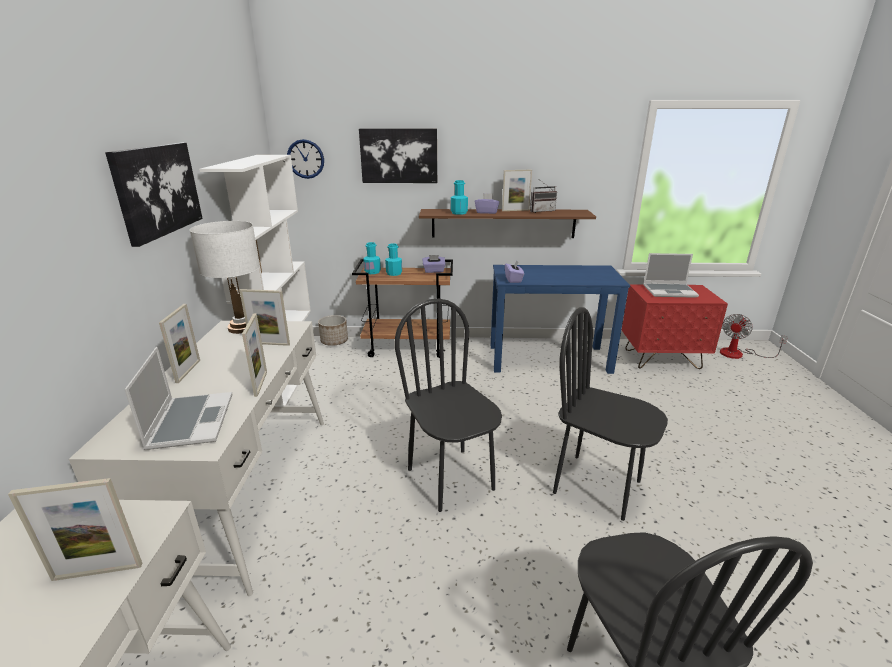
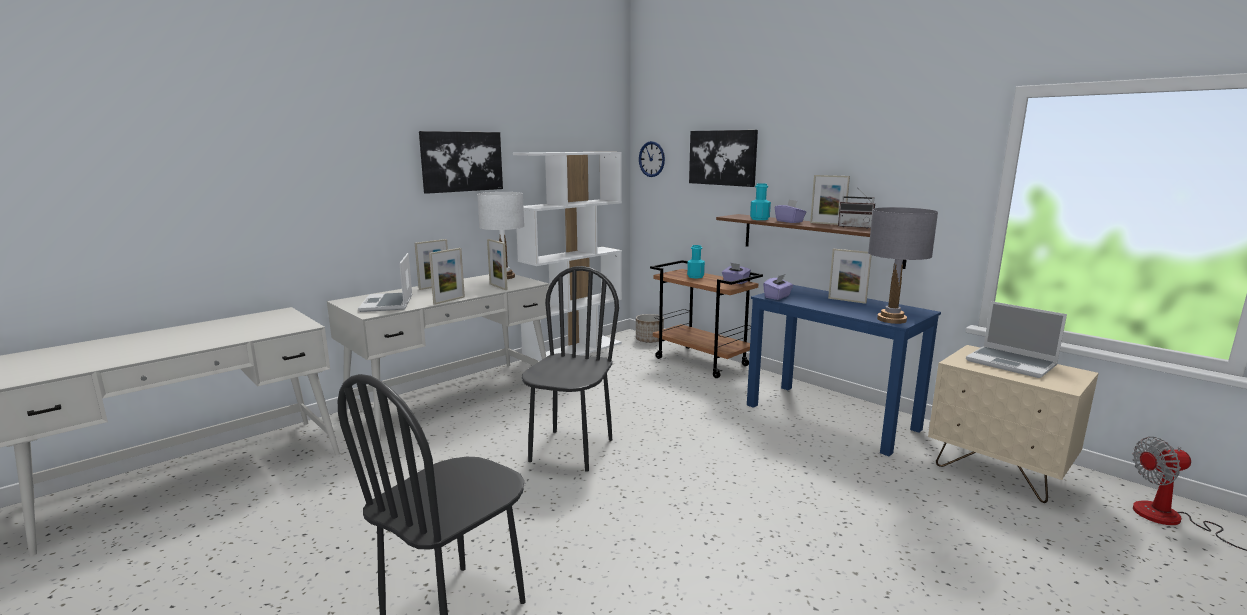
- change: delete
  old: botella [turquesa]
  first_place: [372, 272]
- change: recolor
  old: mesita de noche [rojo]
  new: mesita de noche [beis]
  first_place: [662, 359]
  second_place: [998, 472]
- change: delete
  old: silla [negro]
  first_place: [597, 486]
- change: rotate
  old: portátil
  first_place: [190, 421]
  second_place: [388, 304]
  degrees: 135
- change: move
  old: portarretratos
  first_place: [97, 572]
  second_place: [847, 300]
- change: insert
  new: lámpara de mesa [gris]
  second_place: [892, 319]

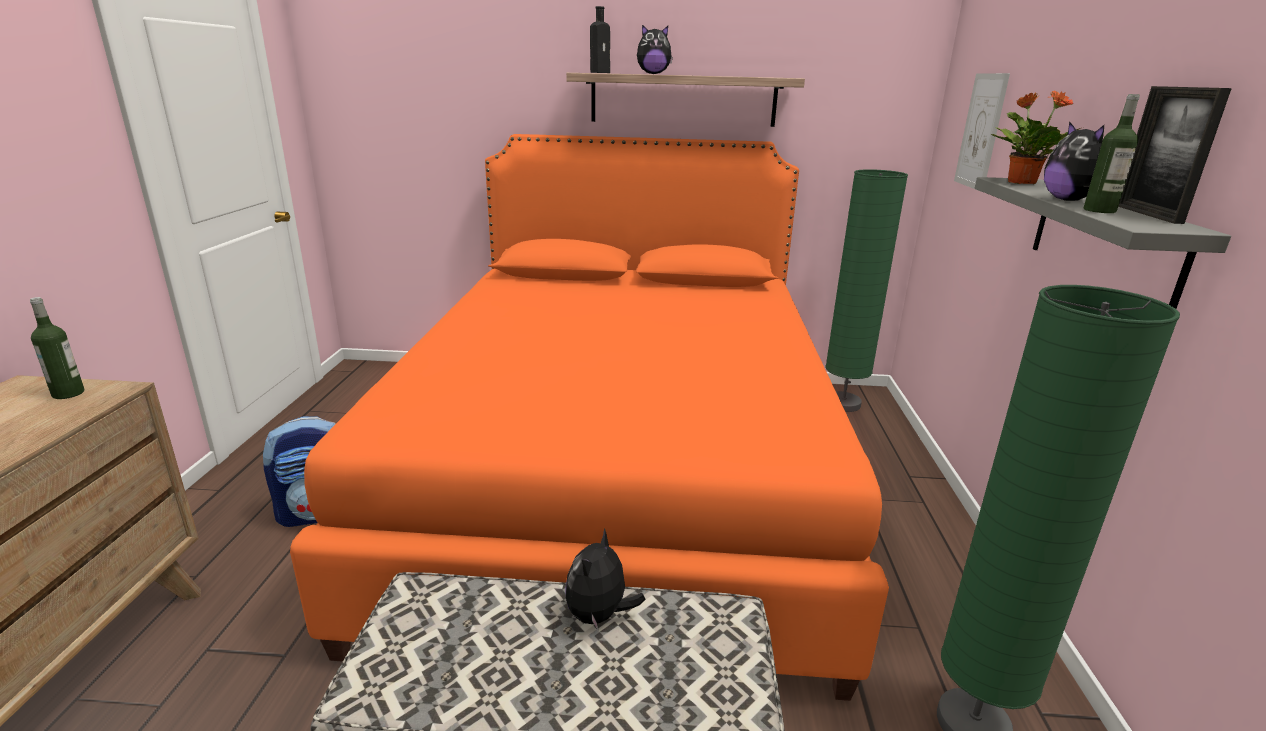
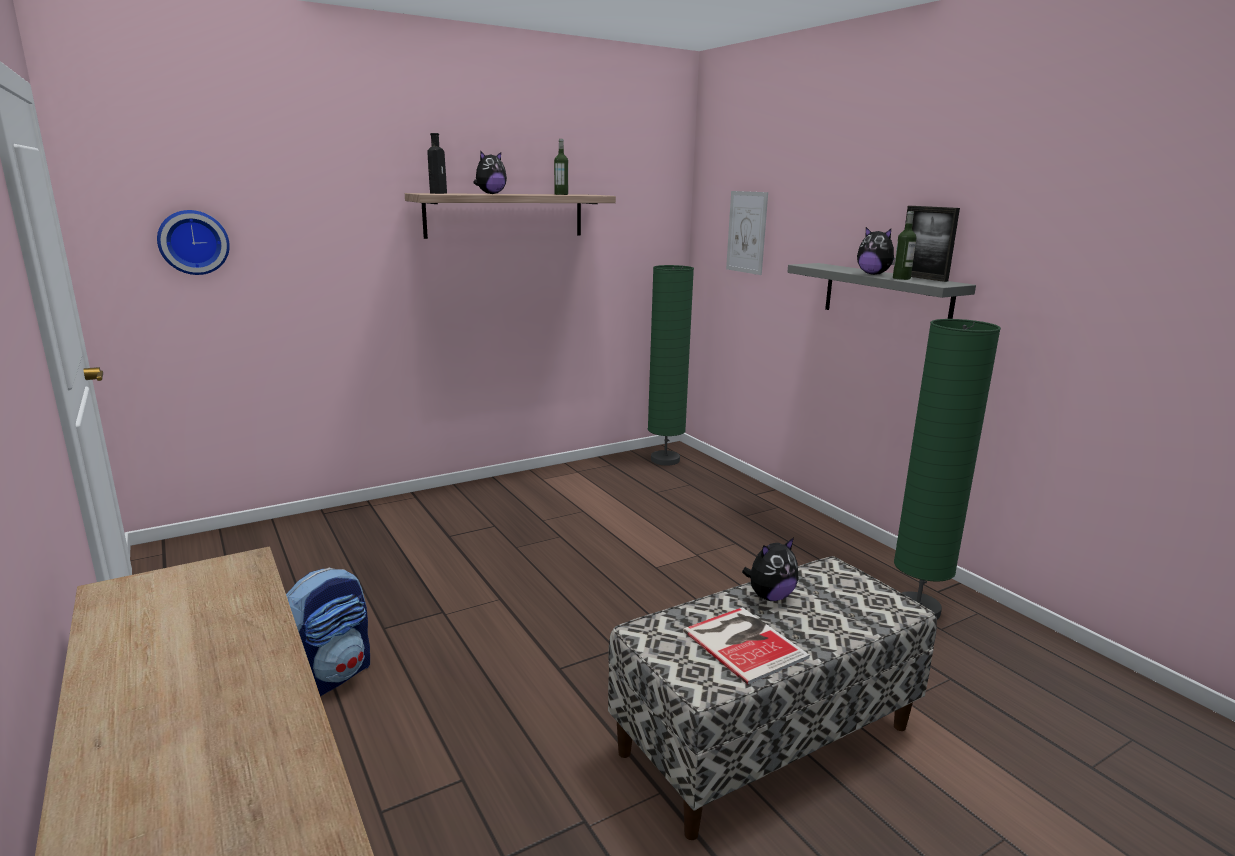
- change: delete
  old: planta en maceta
  first_place: [1021, 182]
- change: delete
  old: cama [naranja]
  first_place: [617, 478]
- change: move
  old: botella
  first_place: [68, 393]
  second_place: [561, 194]
- change: rotate
  old: peluche
  first_place: [599, 615]
  second_place: [770, 596]
  degrees: -105
- change: insert
  new: reloj de pared
  second_place: [193, 242]
- change: insert
  new: libro
  second_place: [744, 642]

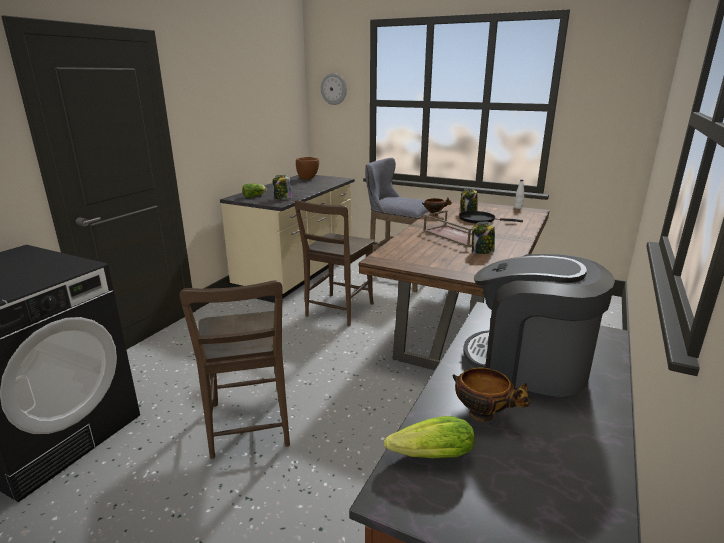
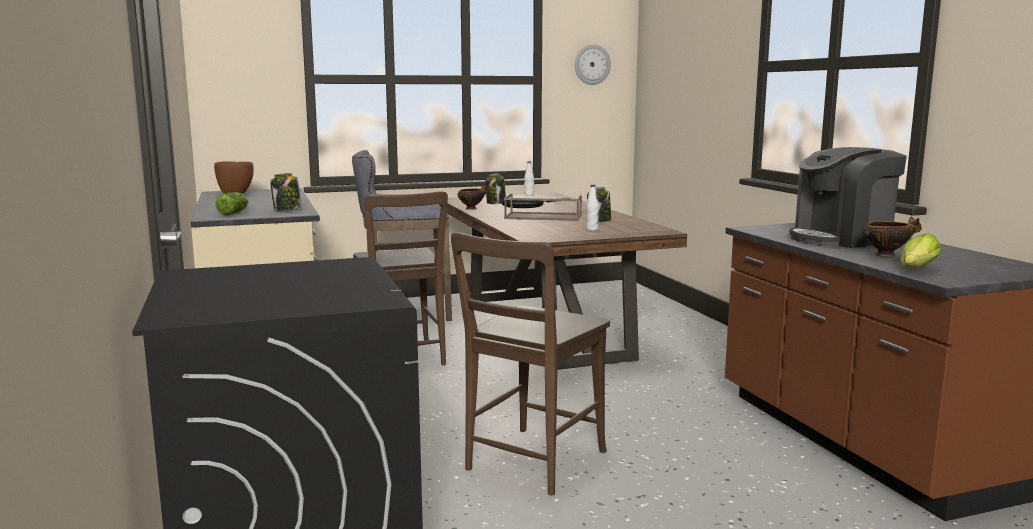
- change: move
  old: reloj de pared
  first_place: [334, 89]
  second_place: [592, 64]
- change: rotate
  old: silla [marrón]
  first_place: [249, 428]
  second_place: [531, 463]
  degrees: 90
- change: insert
  new: botella [blanco]
  second_place: [592, 229]

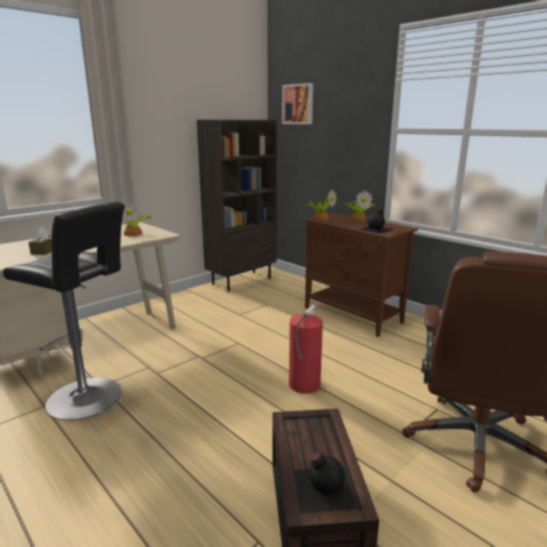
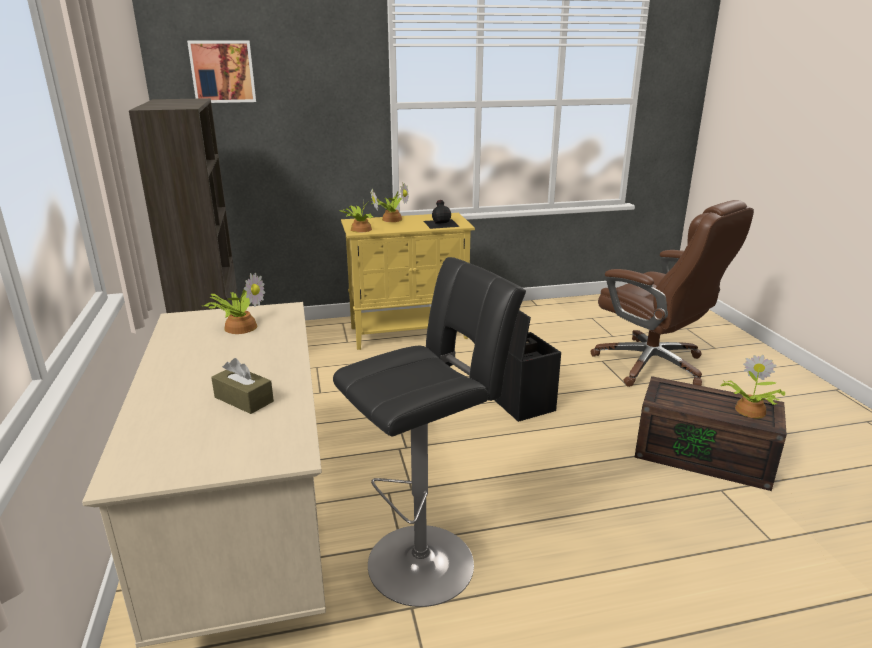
- change: recolor
  old: armario [marrón]
  new: armario [amarillo]
  first_place: [353, 315]
  second_place: [409, 333]
- change: replace
  old: extintor
  new: caja de almacenaje [negro]
  first_place: [303, 385]
  second_place: [521, 403]
- change: replace
  old: botella [negro]
  new: planta en maceta
  first_place: [322, 487]
  second_place: [749, 411]

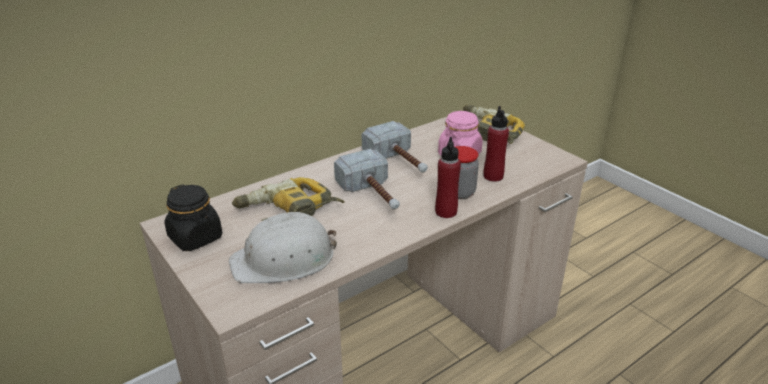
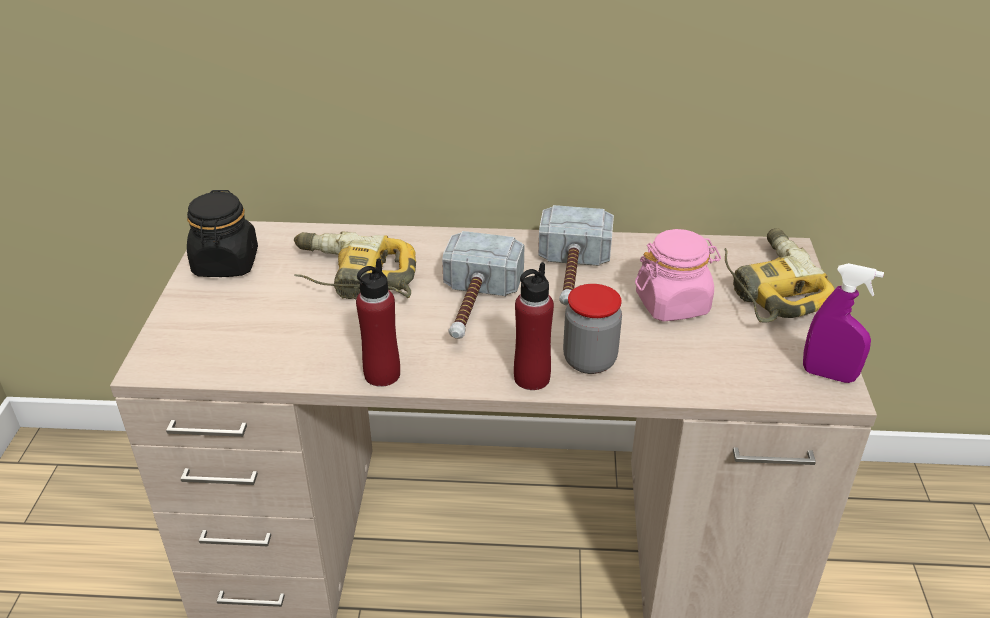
- change: move
  old: botella [rojo]
  first_place: [493, 176]
  second_place: [382, 374]
- change: delete
  old: casco [blanco]
  first_place: [284, 259]
- change: insert
  new: pulverizador [morado]
  second_place: [828, 375]

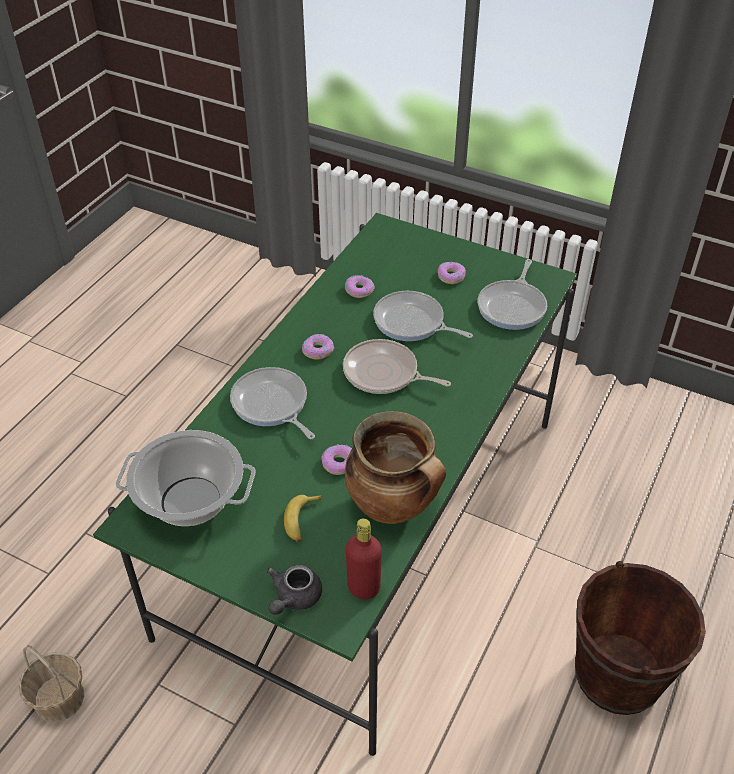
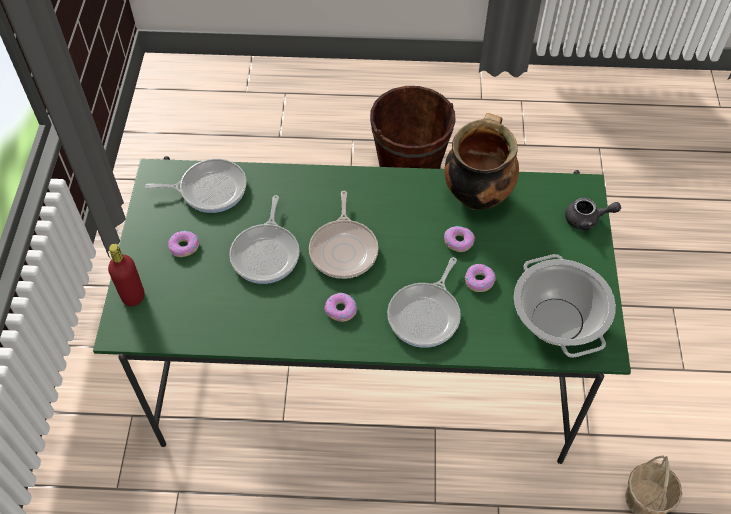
- change: move
  old: rosquilla
  first_place: [359, 290]
  second_place: [479, 280]
- change: delete
  old: plátano
  first_place: [301, 521]
- change: move
  old: botella [rojo]
  first_place: [363, 587]
  second_place: [133, 296]

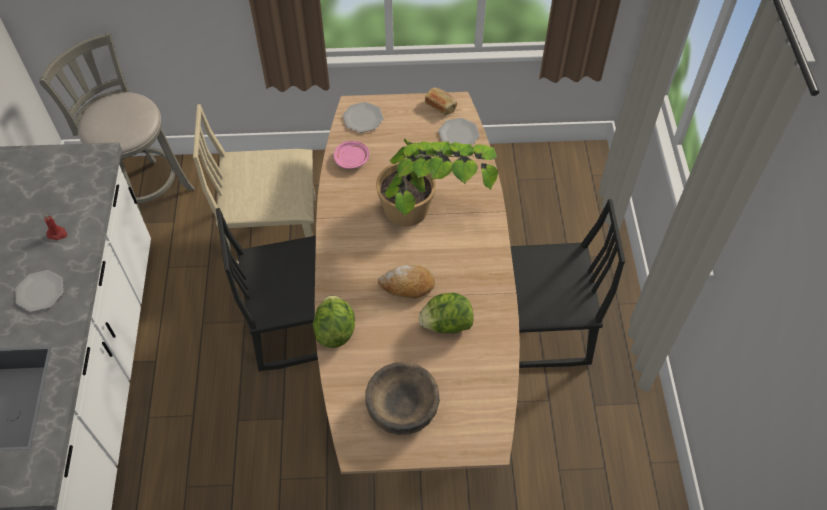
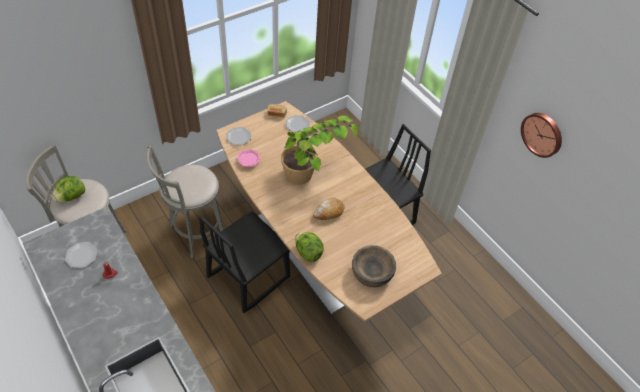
- change: replace
  old: silla [beis]
  new: taburete [gris]
  first_place: [273, 232]
  second_place: [195, 233]
- change: move
  old: plato
  first_place: [40, 292]
  second_place: [81, 256]
- change: move
  old: lechuga
  first_place: [446, 324]
  second_place: [71, 197]
- change: insert
  new: reloj de pared
  second_place: [542, 134]

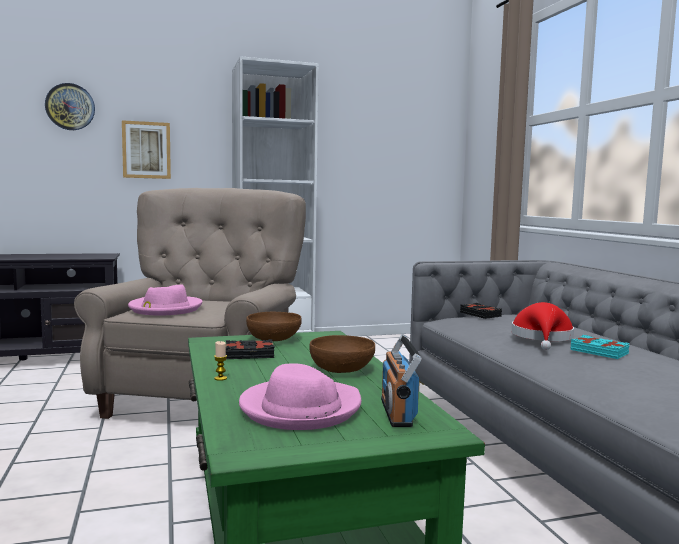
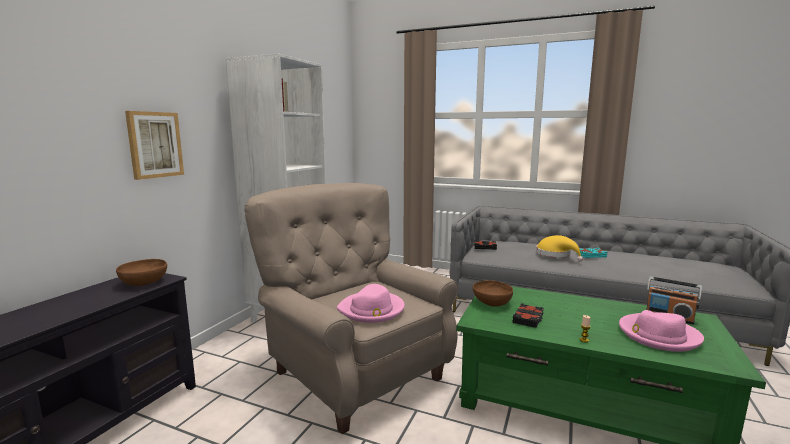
- change: delete
  old: reloj de pared
  first_place: [70, 107]
- change: recolor
  old: sombrero [rojo]
  new: sombrero [amarillo]
  first_place: [542, 338]
  second_place: [555, 254]
- change: move
  old: cuenco [marrón]
  first_place: [342, 369]
  second_place: [144, 283]

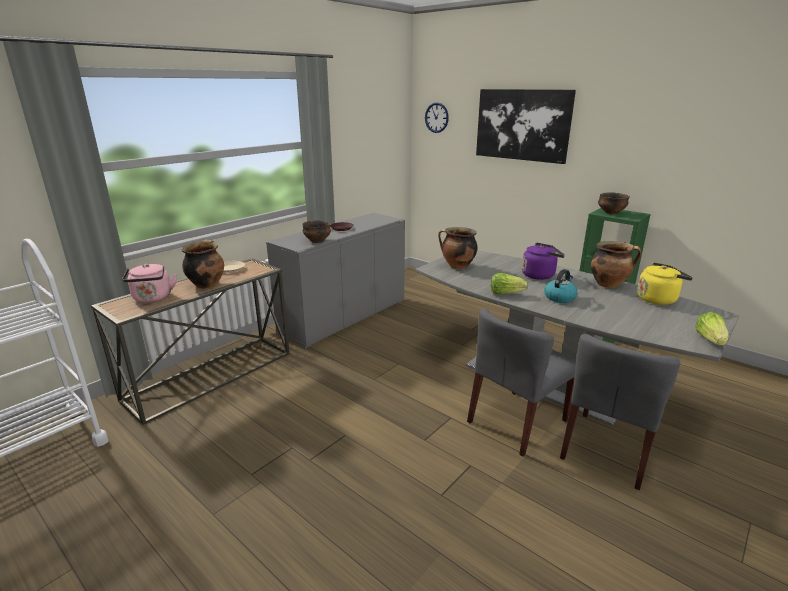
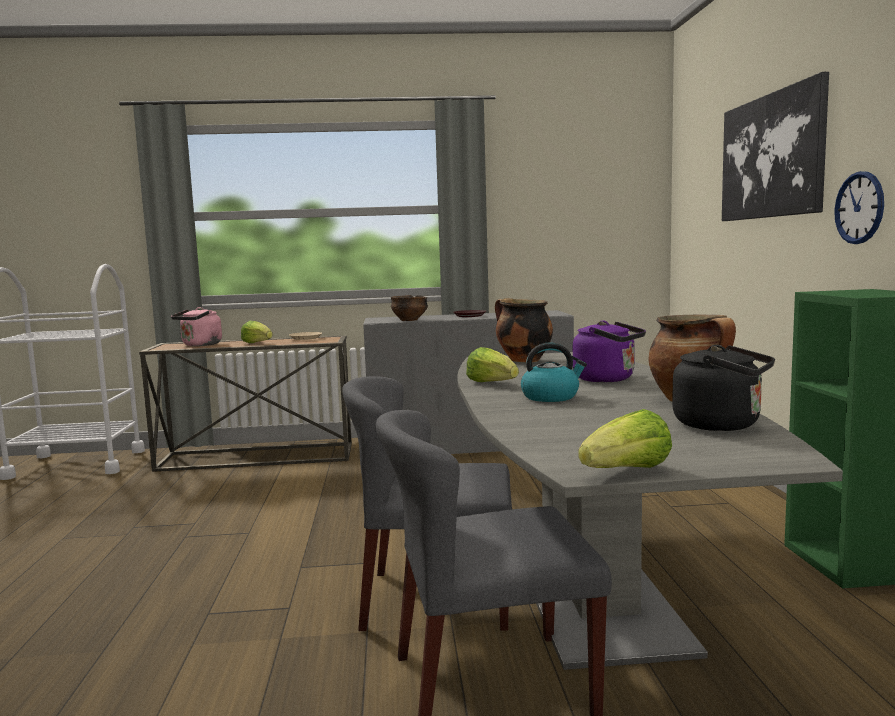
- change: move
  old: reloj de pared
  first_place: [436, 117]
  second_place: [859, 208]
- change: delete
  old: cuenco
  first_place: [611, 213]
- change: replace
  old: olla
  new: lechuga
  first_place: [206, 284]
  second_place: [257, 343]
- change: recolor
  old: hervidor [amarillo]
  new: hervidor [negro]
  first_place: [658, 299]
  second_place: [722, 425]

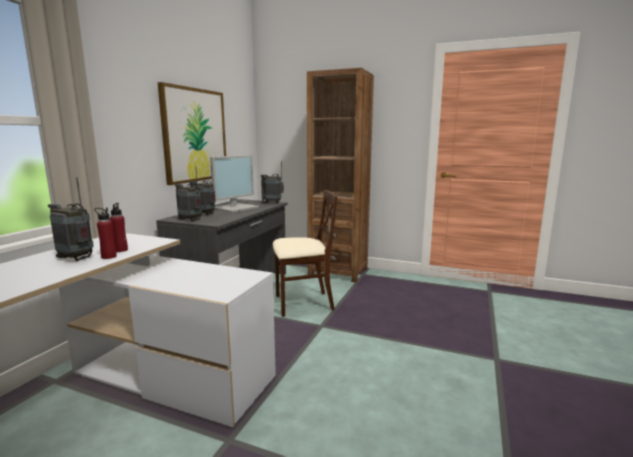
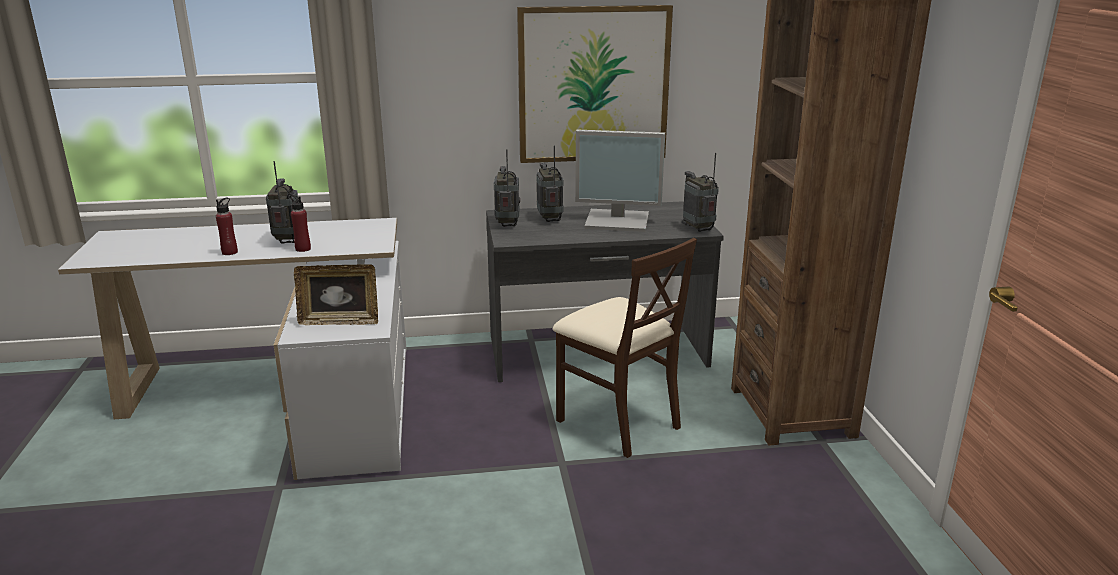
- change: move
  old: botella [rojo]
  first_place: [121, 250]
  second_place: [230, 252]
- change: insert
  new: portarretratos
  second_place: [339, 321]

